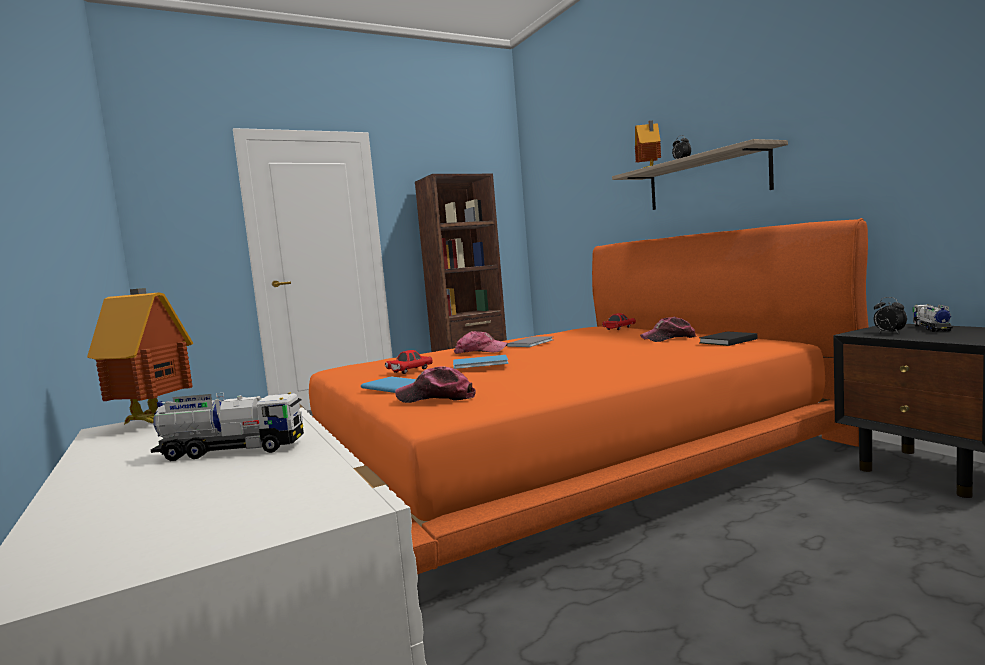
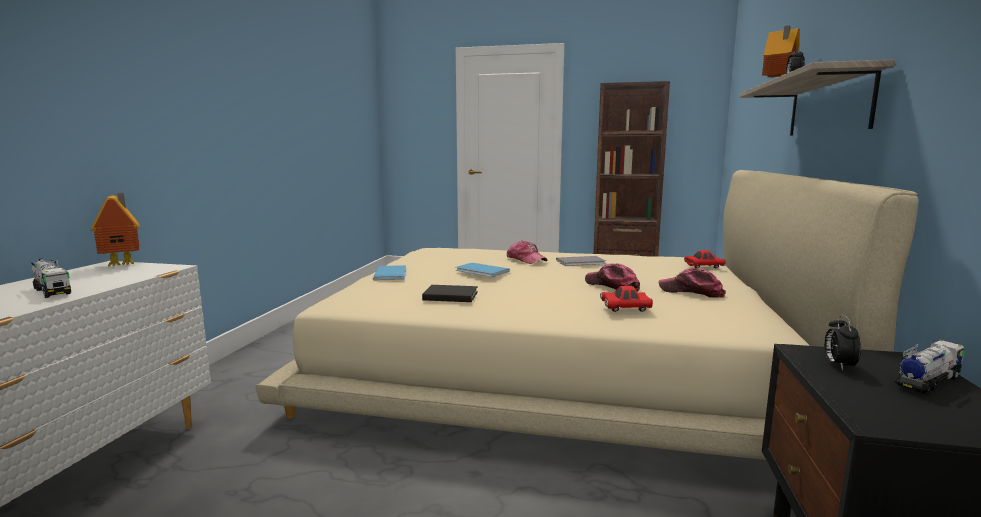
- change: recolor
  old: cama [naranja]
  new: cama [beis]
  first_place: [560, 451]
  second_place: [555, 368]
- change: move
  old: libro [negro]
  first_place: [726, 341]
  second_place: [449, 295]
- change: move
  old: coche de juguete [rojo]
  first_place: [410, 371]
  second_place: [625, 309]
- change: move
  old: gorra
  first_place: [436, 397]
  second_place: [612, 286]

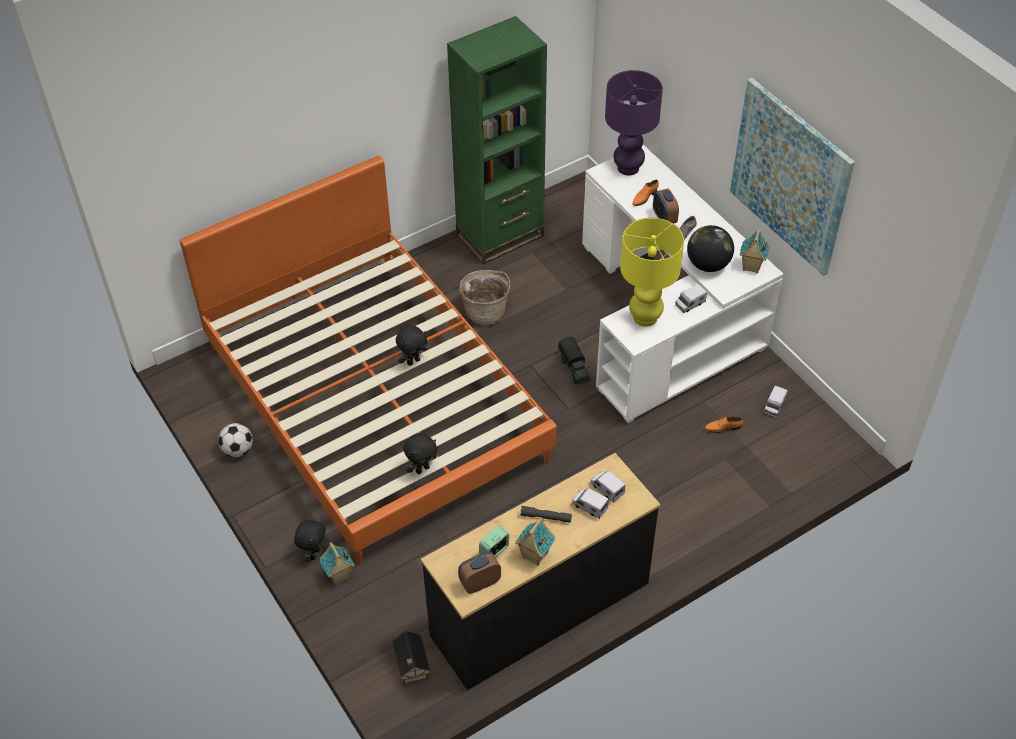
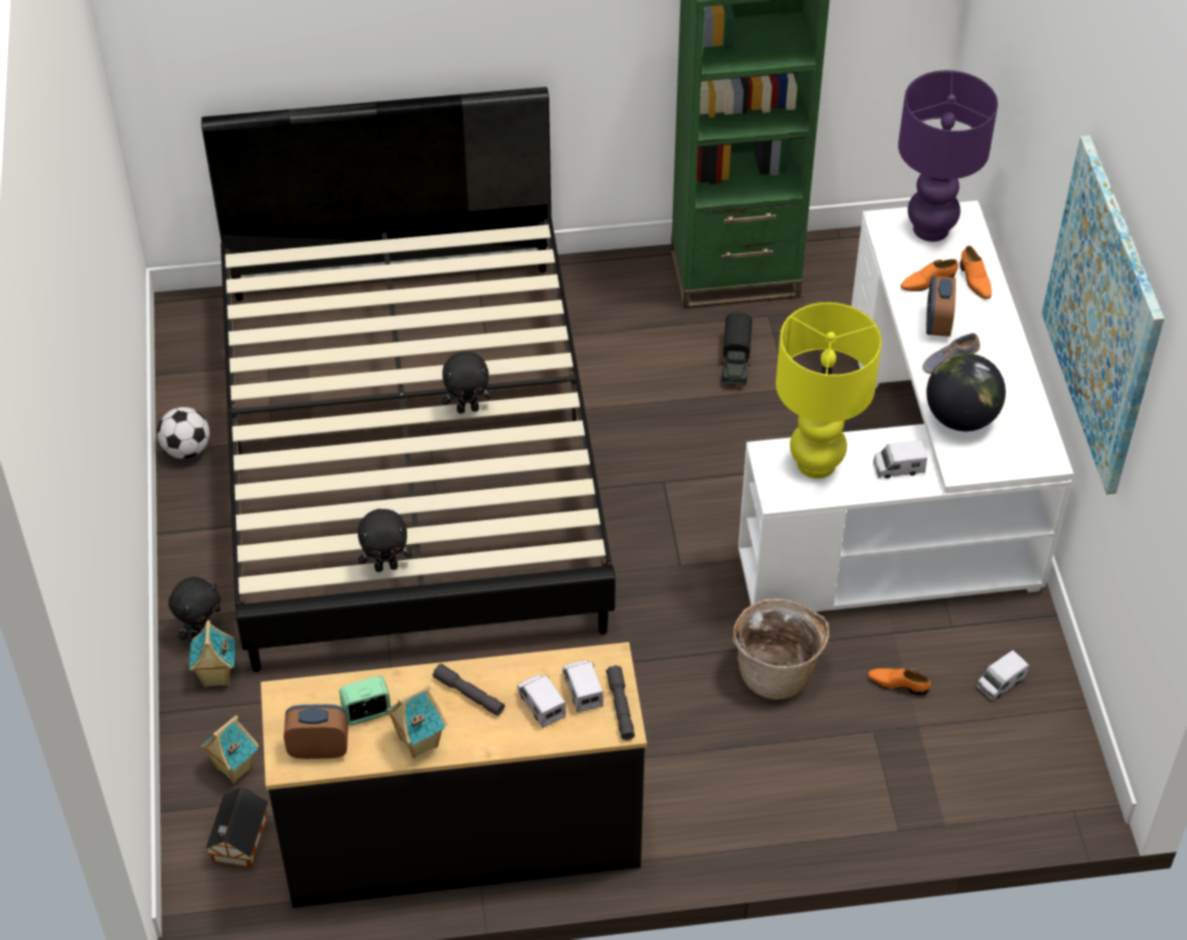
- change: recolor
  old: cama [naranja]
  new: cama [negro]
  first_place: [375, 401]
  second_place: [411, 451]
- change: move
  old: casita
  first_place: [751, 267]
  second_place: [233, 769]
- change: move
  old: cesta
  first_place: [485, 311]
  second_place: [777, 671]
- change: move
  old: camión de juguete
  first_place: [574, 368]
  second_place: [735, 362]
- change: insert
  new: zapato [naranja]
  second_place: [974, 280]
- change: insert
  new: linterna [gris]
  second_place: [620, 707]

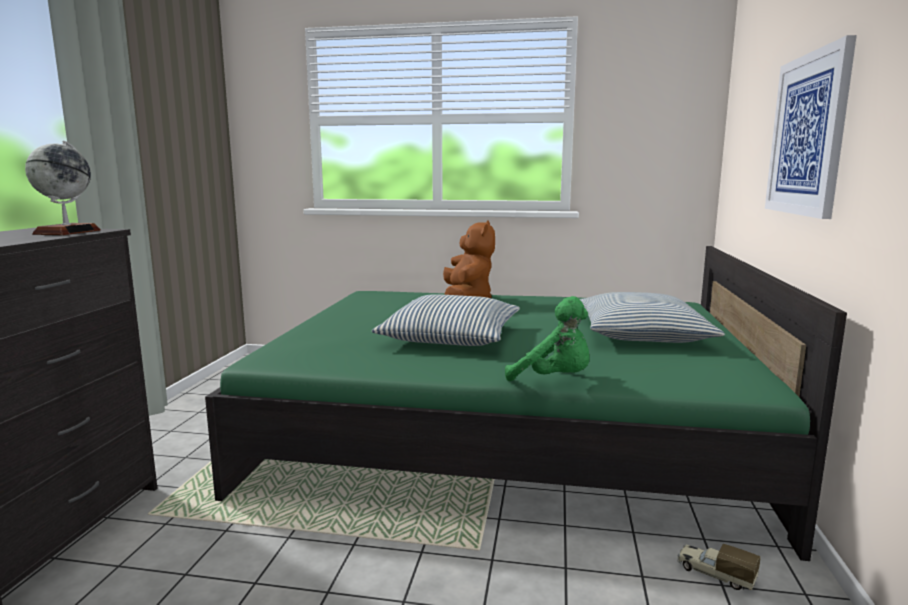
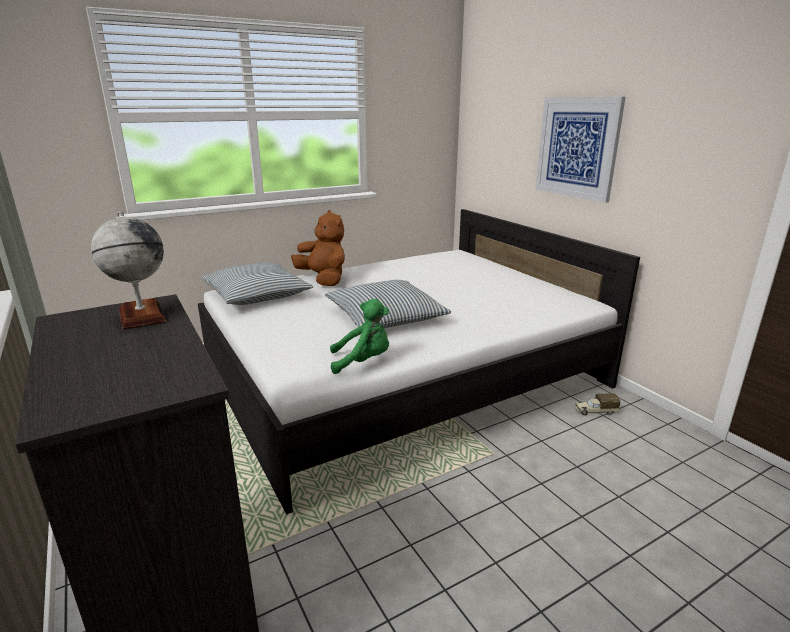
- change: recolor
  old: cama [verde]
  new: cama [blanco]
  first_place: [507, 433]
  second_place: [402, 374]
- change: move
  old: cojín
  first_place: [642, 334]
  second_place: [256, 295]
- change: move
  old: peluche [verde]
  first_place: [554, 380]
  second_place: [363, 361]

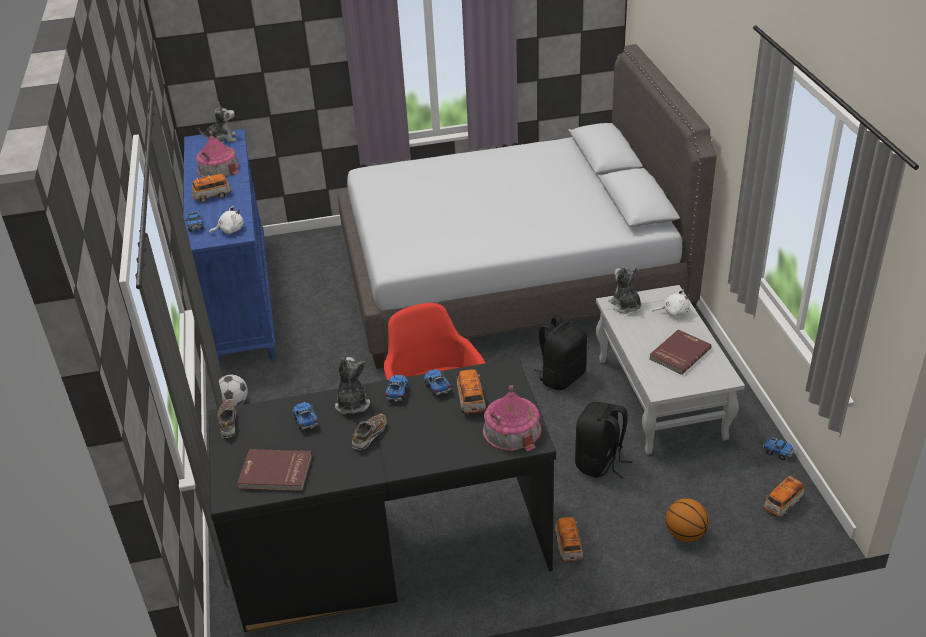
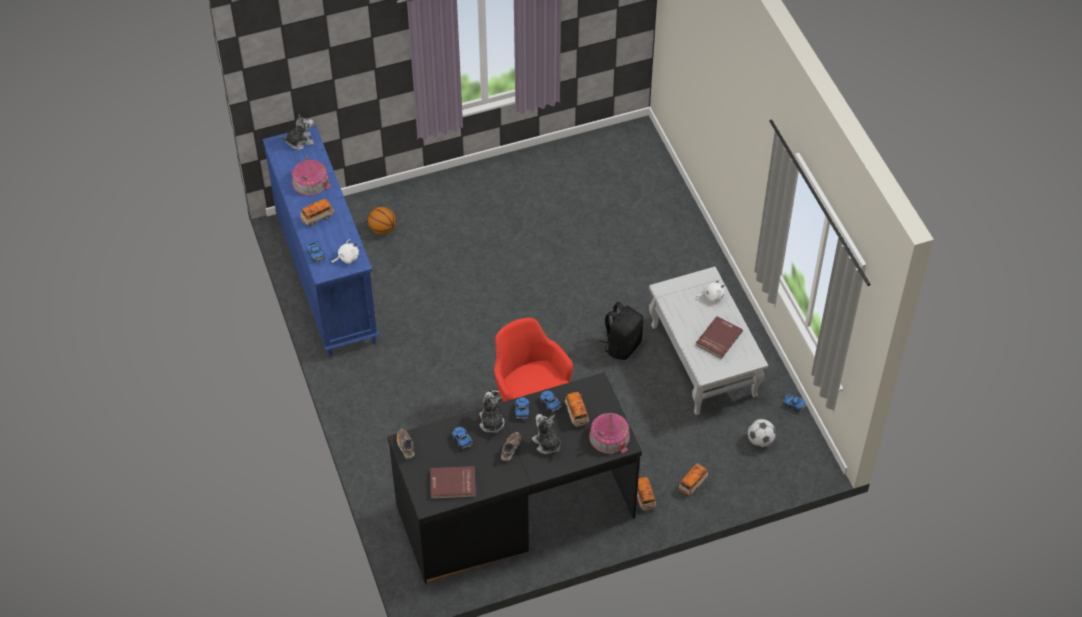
- change: delete
  old: cama [gris]
  first_place: [510, 277]
- change: move
  old: peluche
  first_place: [625, 305]
  second_place: [547, 443]
- change: move
  old: balón de fútbol
  first_place: [233, 403]
  second_place: [760, 440]
- change: delete
  old: mochila [negro]
  first_place: [600, 462]
- change: move
  old: coche de juguete
  first_place: [783, 504]
  second_place: [692, 483]
- change: move
  old: balón de baloncesto
  first_place: [685, 534]
  second_place: [382, 229]

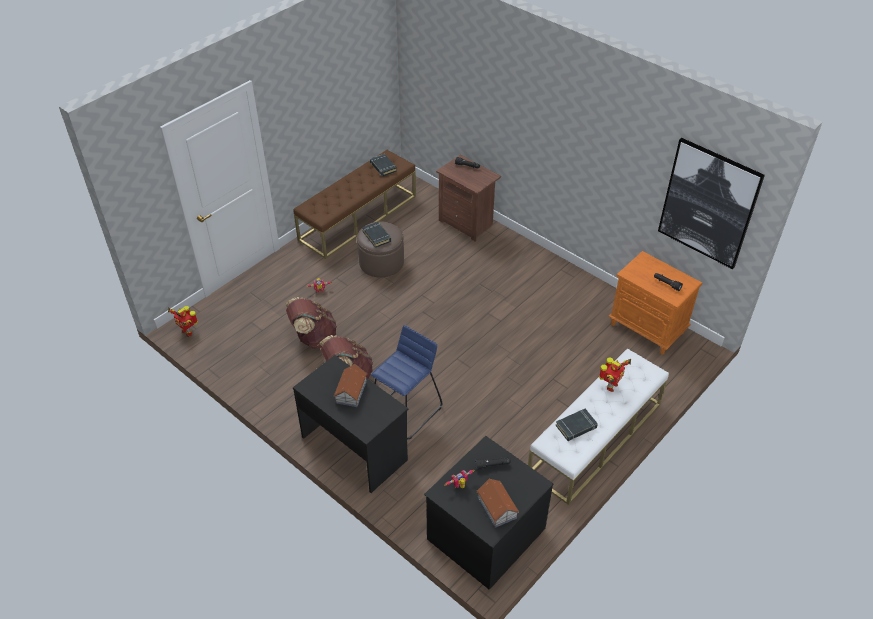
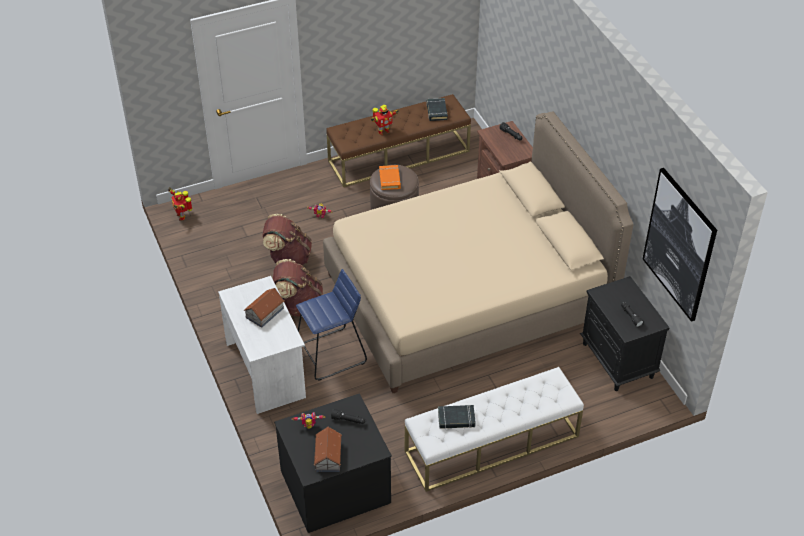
- change: recolor
  old: libro [negro]
  new: libro [naranja]
  first_place: [377, 236]
  second_place: [390, 179]
- change: recolor
  old: mesita de noche [naranja]
  new: mesita de noche [negro]
  first_place: [648, 328]
  second_place: [618, 361]
- change: recolor
  old: escritorio [negro]
  new: escritorio [blanco]
  first_place: [355, 447]
  second_place: [266, 370]
- change: move
  old: robot de juguete
  first_place: [610, 386]
  second_place: [383, 131]
- change: insert
  new: cama [beis]
  second_place: [468, 296]

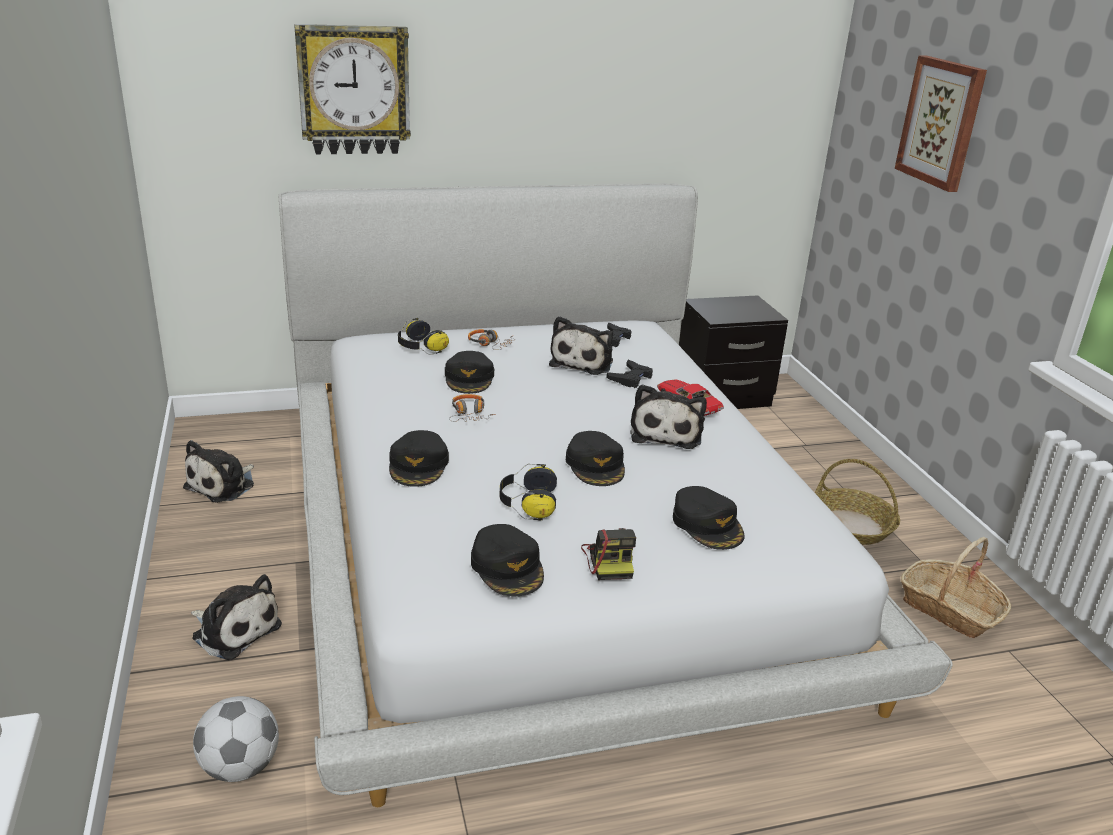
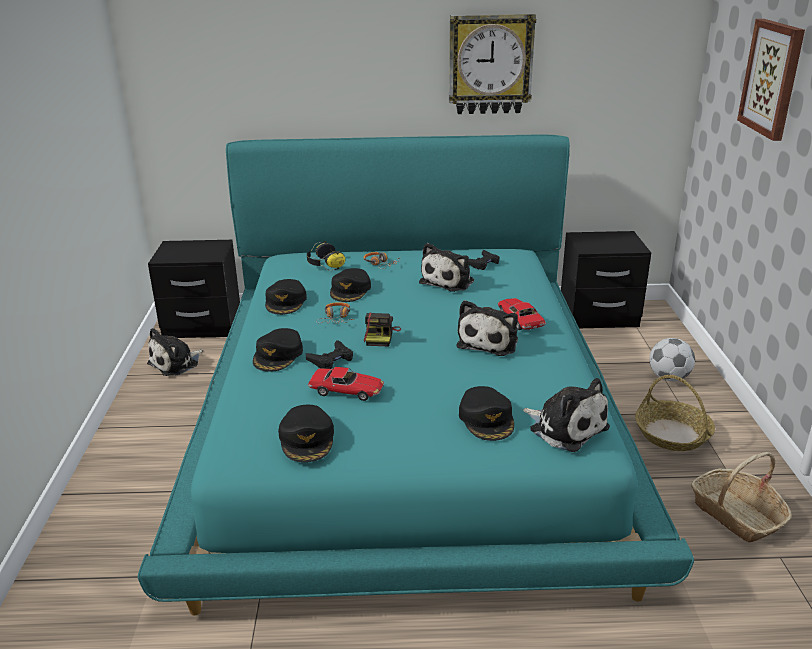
- change: move
  old: reloj de pared
  first_place: [354, 90]
  second_place: [490, 64]
- change: recolor
  old: cama [blanco]
  new: cama [turquesa]
  first_place: [549, 533]
  second_place: [407, 419]
- change: move
  old: mando de consola [negro]
  first_place: [630, 378]
  second_place: [331, 359]
- change: move
  old: gorra [negro]
  first_place: [596, 465]
  second_place: [286, 302]
- change: replace
  old: auriculares
  new: coche de juguete
  first_place: [527, 504]
  second_place: [347, 391]
- change: move
  old: cámara
  first_place: [610, 560]
  second_place: [381, 336]
- change: move
  old: peluche
  first_place: [234, 630]
  second_place: [565, 427]
- change: move
  old: balón de fútbol
  first_place: [240, 767]
  second_place: [668, 378]
- change: insert
  new: mesita de noche [negro]
  second_place: [202, 326]

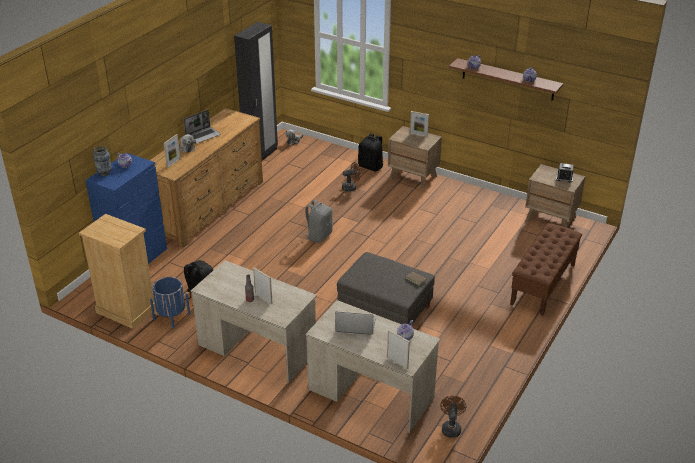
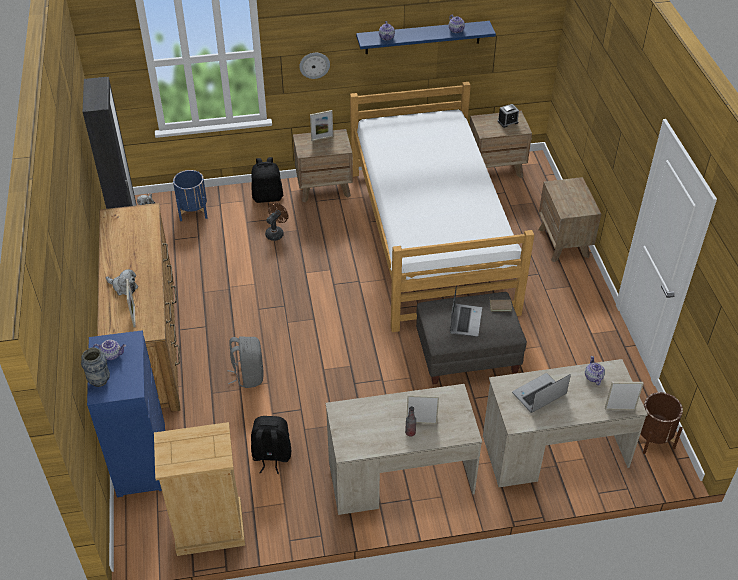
- change: recolor
  old: estante [marrón]
  new: estante [azul]
  first_place: [508, 79]
  second_place: [422, 37]
- change: move
  old: portátil
  first_place: [203, 135]
  second_place: [465, 320]
- change: move
  old: mochila [gris]
  first_place: [319, 235]
  second_place: [248, 375]
- change: replace
  old: banco [marrón]
  new: mesita de noche [marrón]
  first_place: [543, 284]
  second_place: [563, 242]
- change: move
  old: maceta [azul]
  first_place: [171, 316]
  second_place: [193, 211]
- change: replace
  old: ventilador [marrón]
  new: maceta [marrón]
  first_place: [451, 427]
  second_place: [653, 438]
- change: insert
  new: reloj de pared
  second_place: [314, 65]
- change: insert
  new: cama
  second_place: [430, 238]

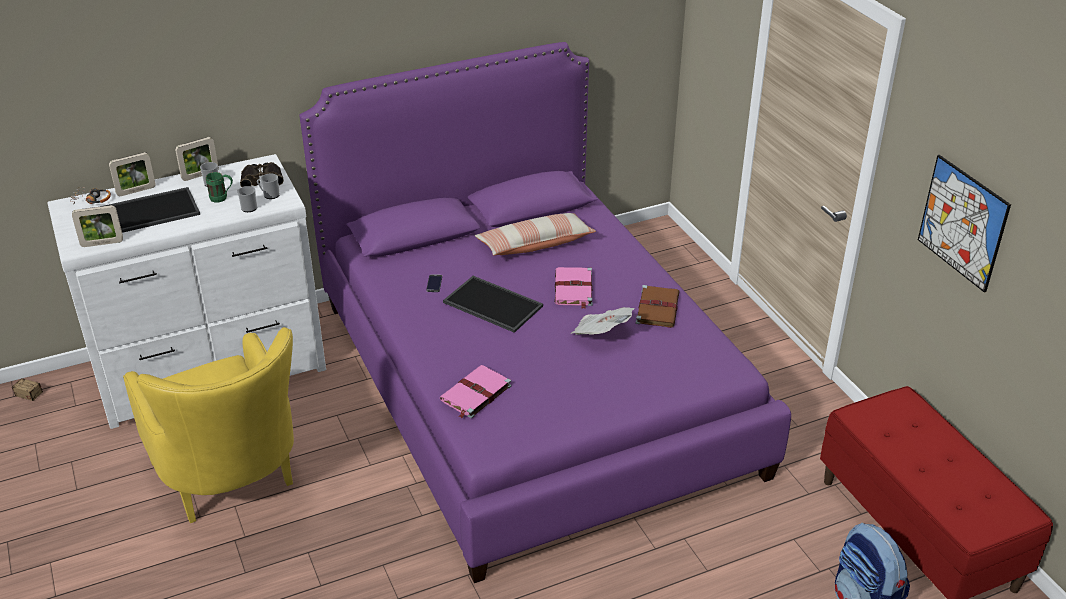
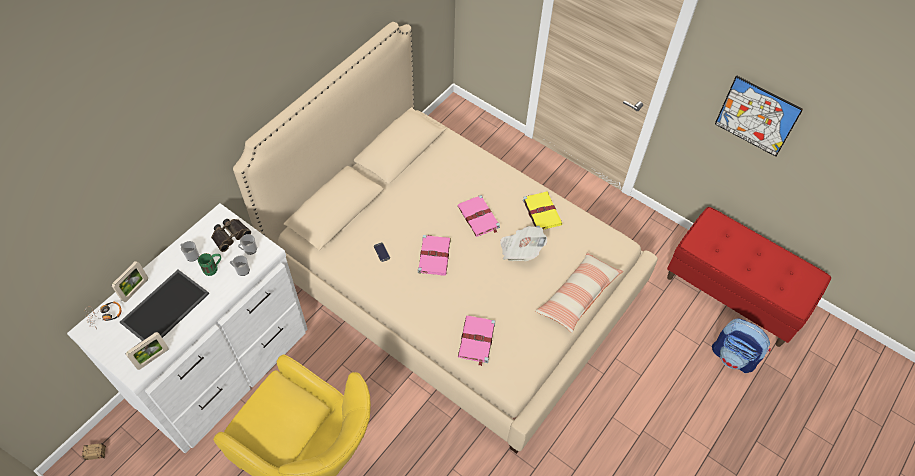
- change: recolor
  old: cama [morado]
  new: cama [beis]
  first_place: [531, 385]
  second_place: [455, 280]
- change: delete
  old: portarretratos
  first_place: [200, 175]
- change: move
  old: cojín
  first_place: [535, 244]
  second_place: [578, 296]
- change: replace
  old: bandeja
  new: libro [rosa]
  first_place: [491, 304]
  second_place: [434, 255]
- change: recolor
  old: libro [marrón]
  new: libro [amarillo]
  first_place: [657, 308]
  second_place: [541, 211]

